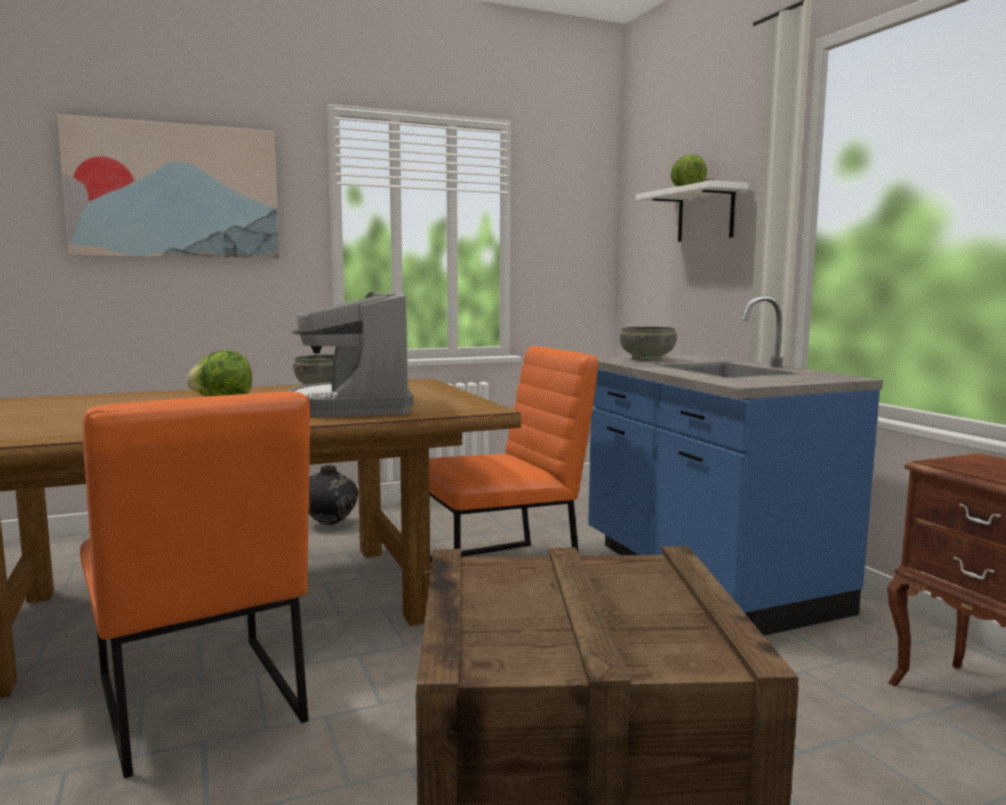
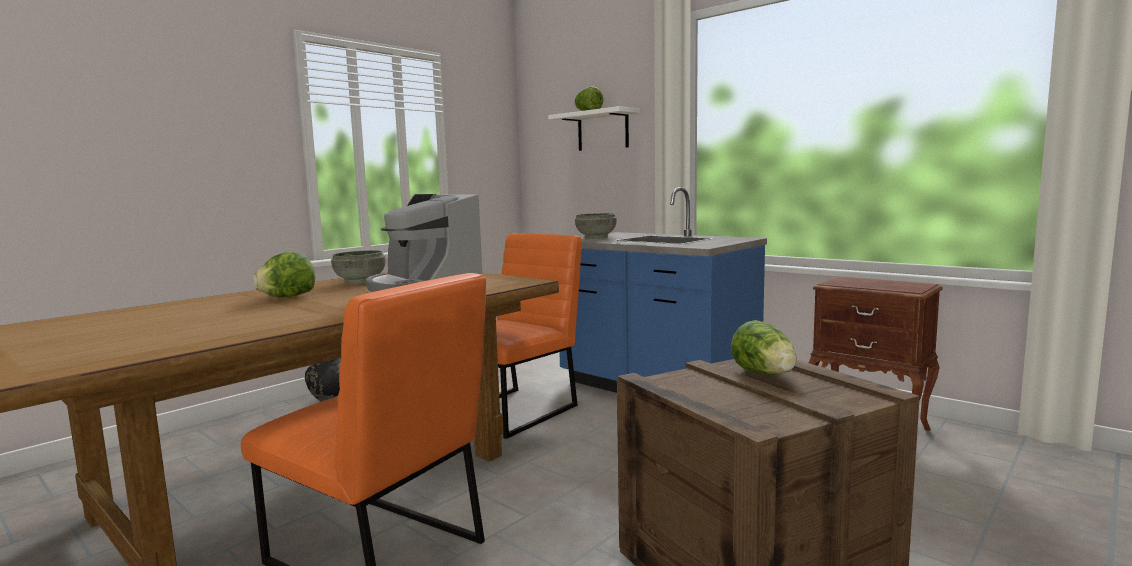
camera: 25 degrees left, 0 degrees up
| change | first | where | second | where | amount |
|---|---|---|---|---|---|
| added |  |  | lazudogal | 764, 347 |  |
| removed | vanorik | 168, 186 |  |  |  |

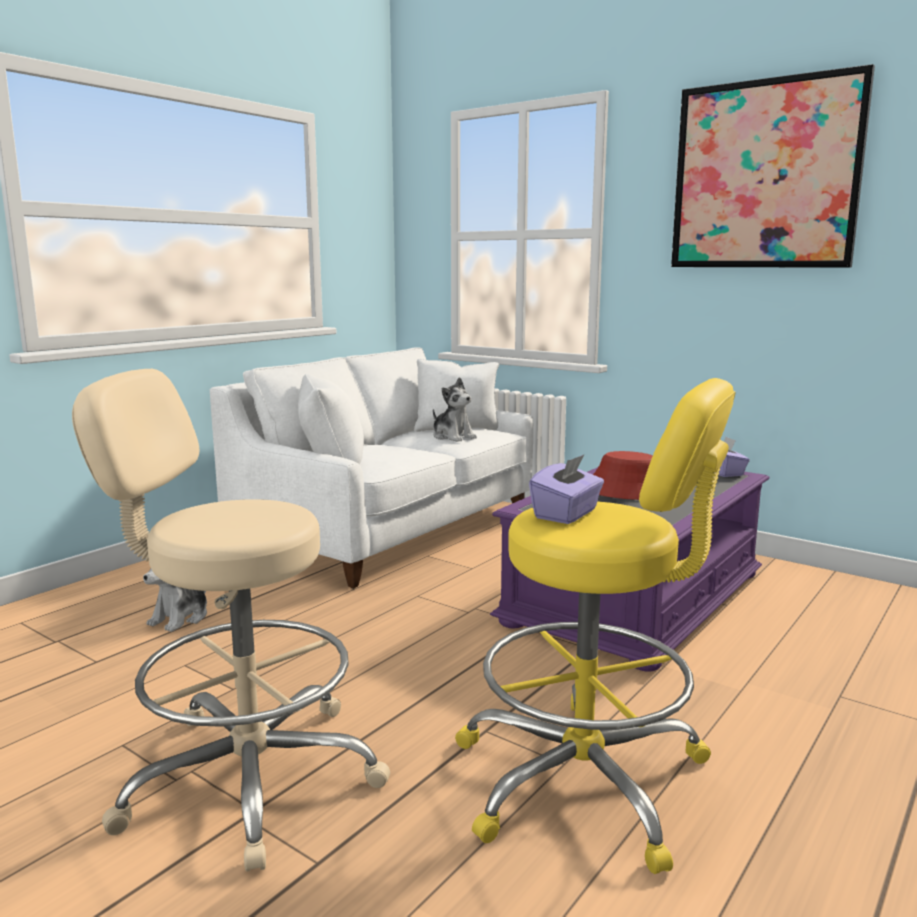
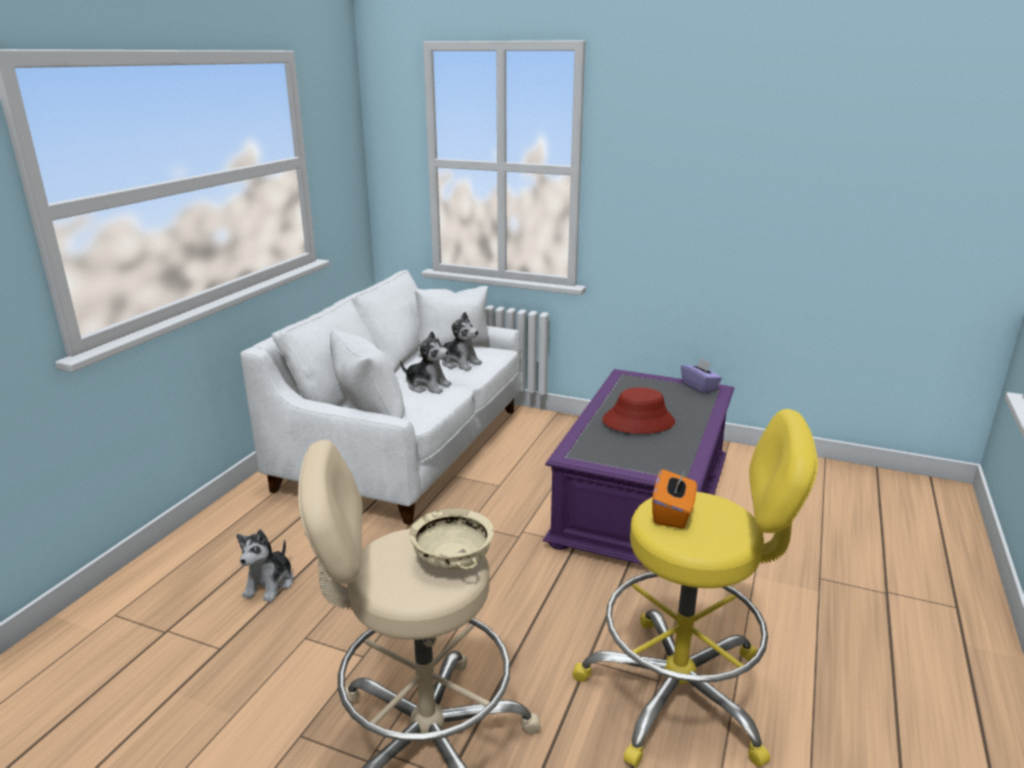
camera: 15 degrees left, 10 degrees up
| change | first | where | second | where | amount |
|---|---|---|---|---|---|
| added |  |  | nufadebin | 425, 362 |  |
| added |  |  | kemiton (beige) | 451, 539 |  |
| recoloured | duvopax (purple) | 566, 489 | duvopax (orange) | 674, 499 |  |
| removed | vanorik | 773, 166 |  |  |  |

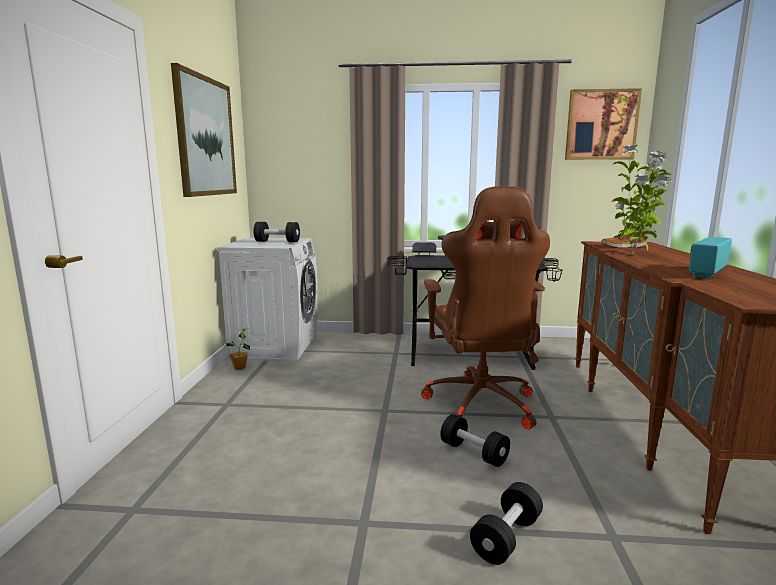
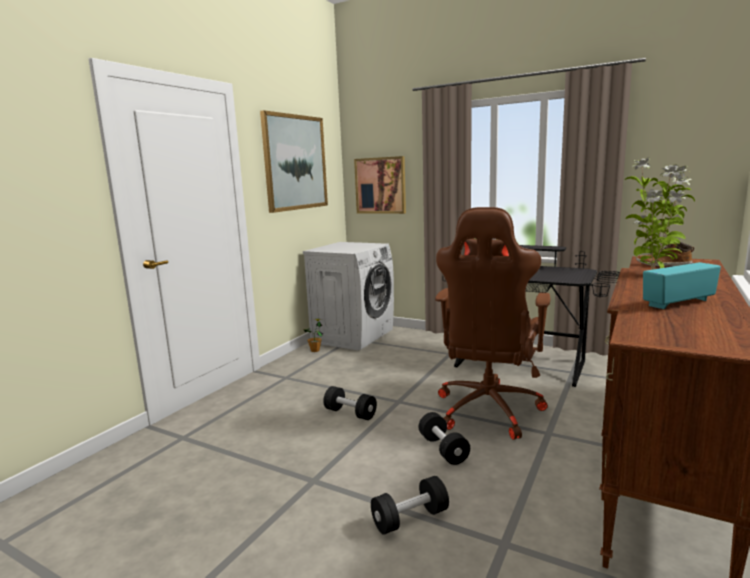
camera: 25 degrees right, 0 degrees up
| change | first | where | second | where | amount |
|---|---|---|---|---|---|
| moved | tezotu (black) | 277, 232 |  | 350, 403 |  |
| moved | vanorik | 603, 124 |  | 380, 185 |  |

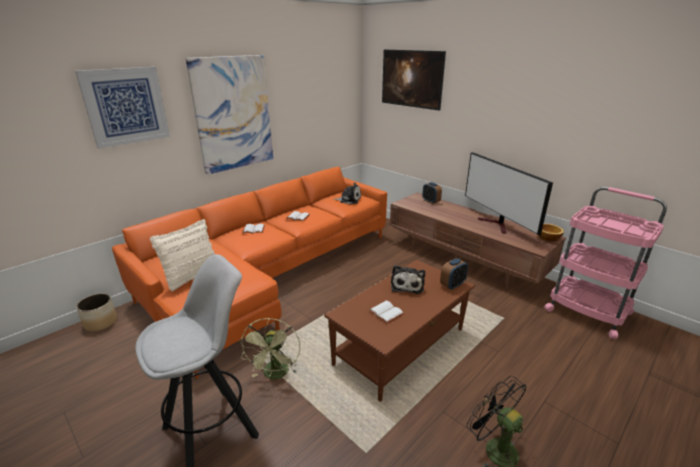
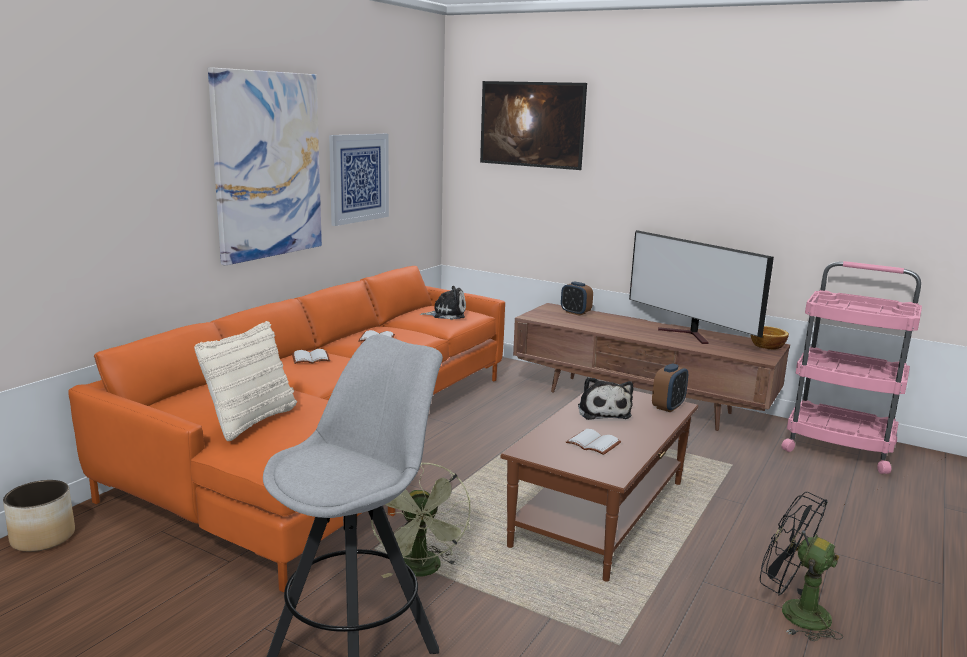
camera: 15 degrees left, 10 degrees down
| change | first | where | second | where | amount |
|---|---|---|---|---|---|
| moved | vanorik | 122, 108 |  | 359, 180 |  |

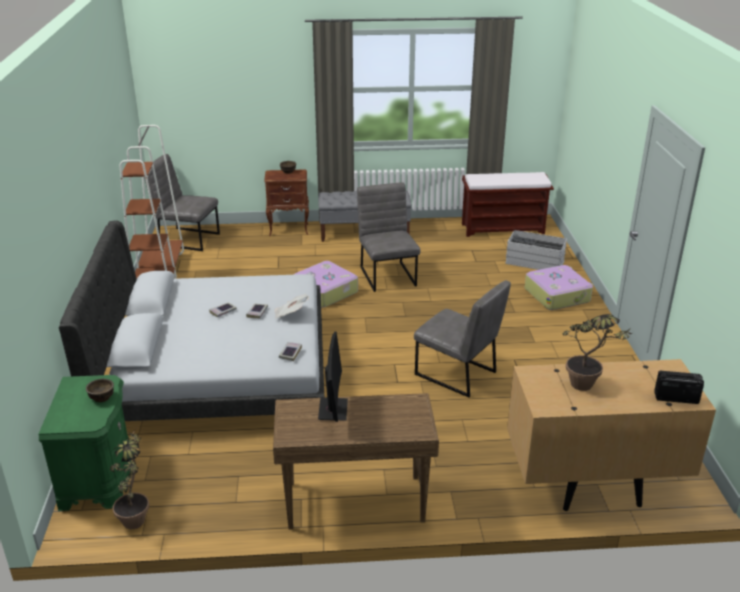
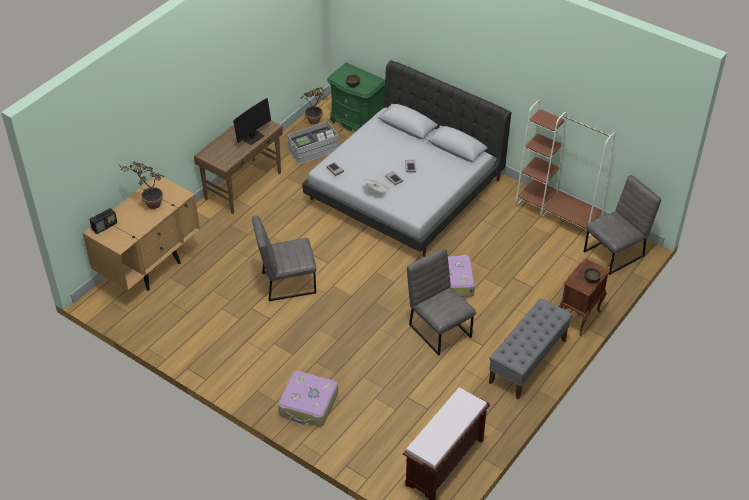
camera: 130 degrees right, 15 degrees up
| change | first | where | second | where | amount |
|---|---|---|---|---|---|
| turned | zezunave | 333, 376 |  | 252, 121 | 90 degrees counterclockwise |
| moved | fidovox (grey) | 536, 250 |  | 313, 143 |  |
| turned | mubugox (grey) | 388, 237 |  | 441, 301 | 150 degrees counterclockwise |

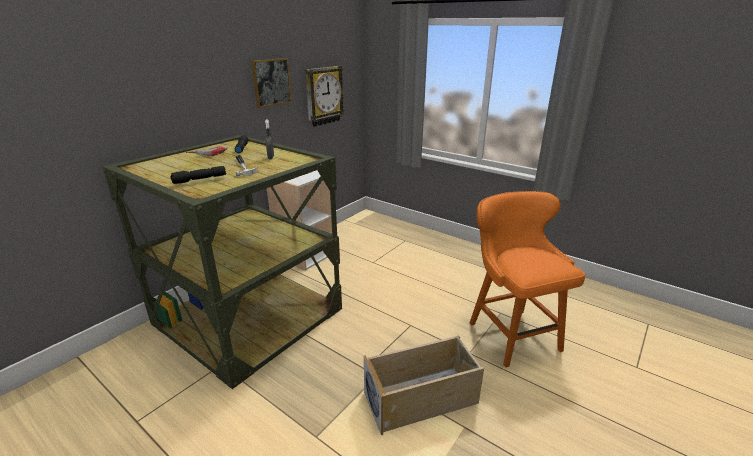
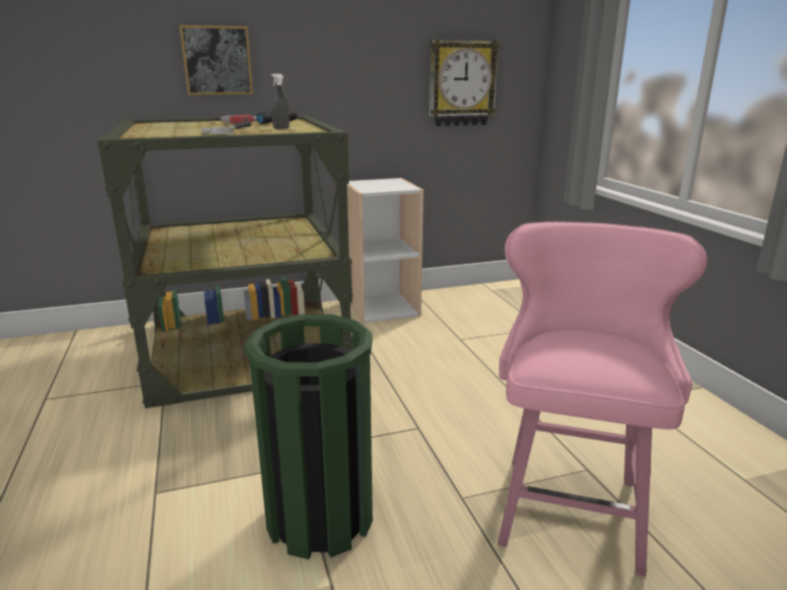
camera: 35 degrees right, 5 degrees down
| change | first | where | second | where | amount |
|---|---|---|---|---|---|
| moved | vanorik | 271, 83 |  | 216, 60 |  |
| replaced | fidovox (beige) | 424, 385 | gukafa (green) | 308, 436 |  |
| recoloured | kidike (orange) | 527, 279 | kidike (pink) | 602, 398 |  |
| removed | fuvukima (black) | 198, 175 |  |  |  |

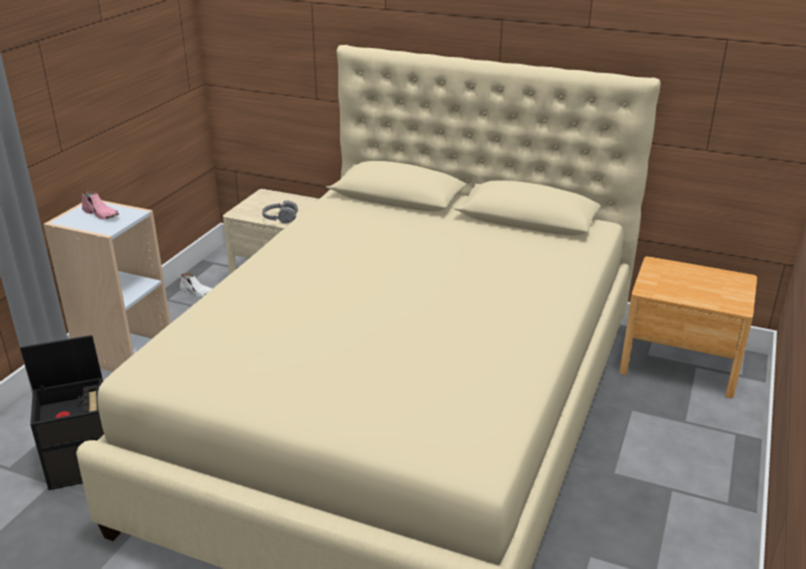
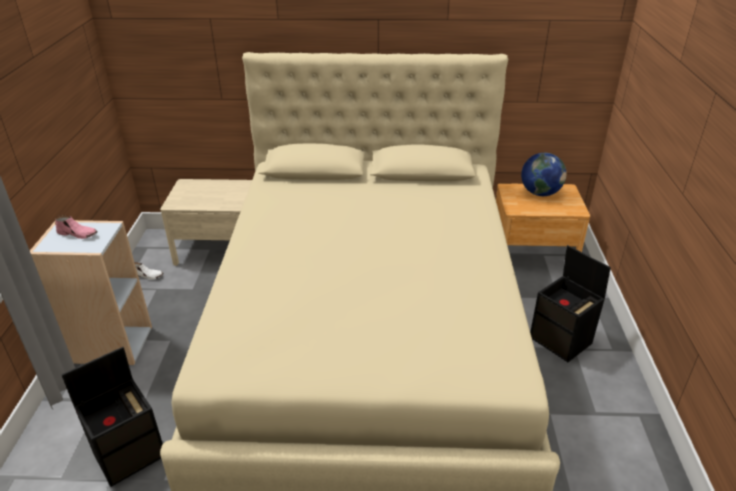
camera: 20 degrees left, 5 degrees up
| change | first | where | second | where | amount |
|---|---|---|---|---|---|
| added |  |  | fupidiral | 544, 174 |  |
| added |  |  | fidovox (black) | 570, 303 |  |
| removed | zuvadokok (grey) | 280, 211 |  |  |  |

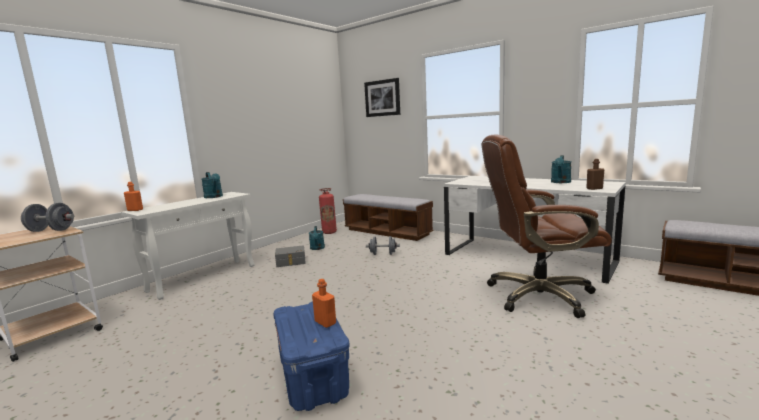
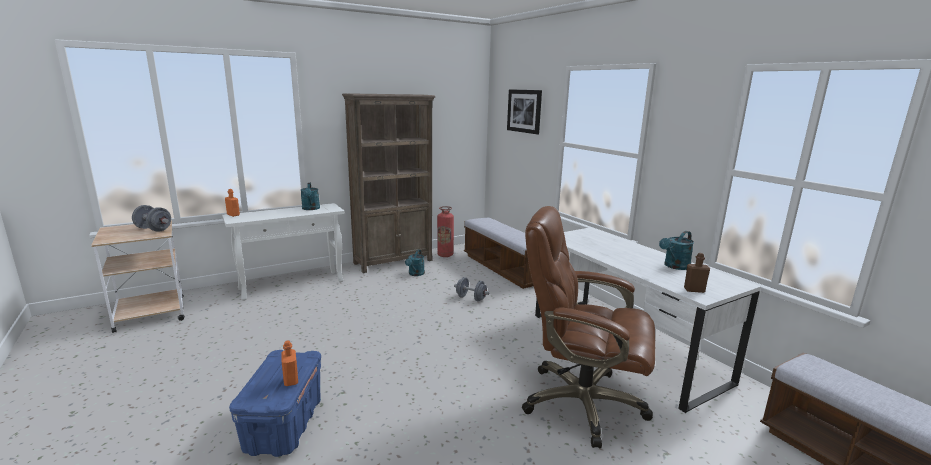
camera: 20 degrees right, 5 degrees up
| change | first | where | second | where | amount |
|---|---|---|---|---|---|
| added |  |  | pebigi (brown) | 388, 183 |  |
| removed | fidovox (grey) | 290, 256 |  |  |  |

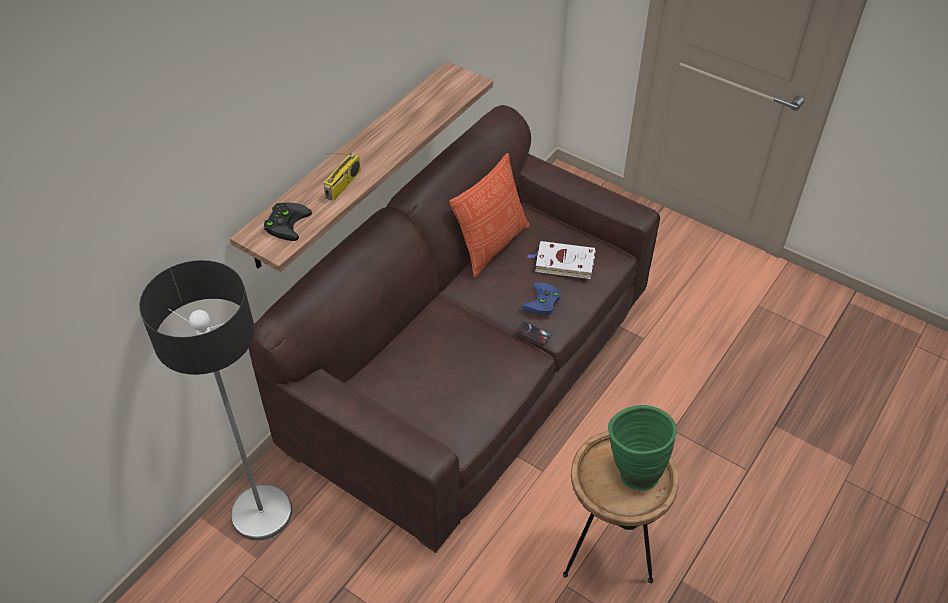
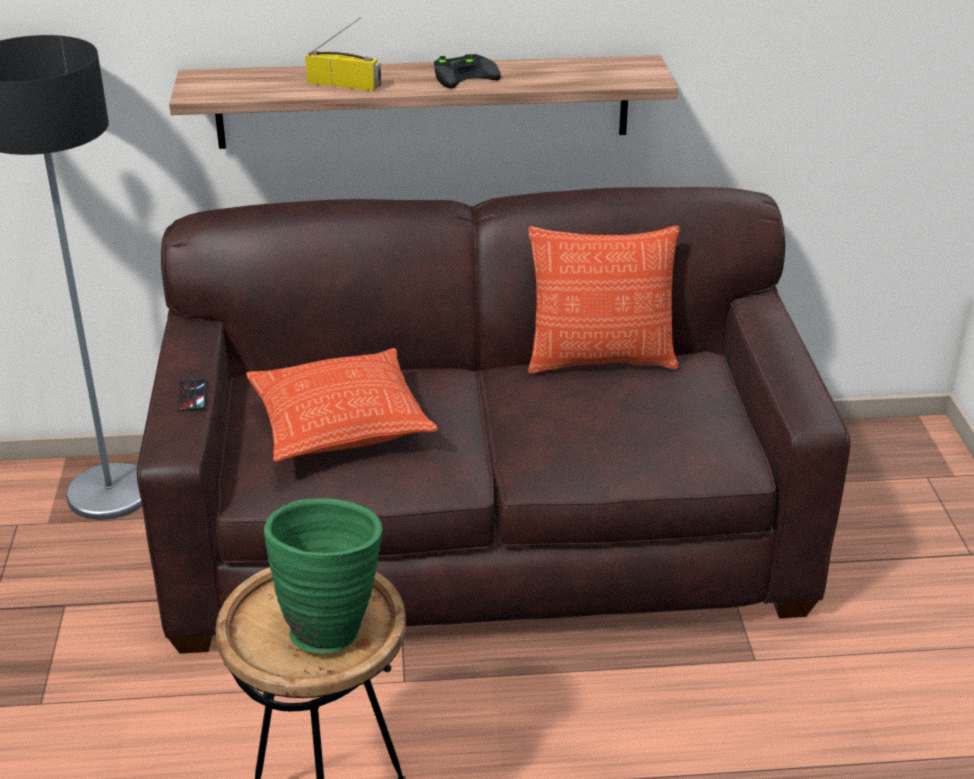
camera: 50 degrees right, 15 degrees down
| change | first | where | second | where | amount |
|---|---|---|---|---|---|
| moved | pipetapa | 533, 333 |  | 192, 394 |  |
| added |  |  | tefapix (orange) | 342, 405 |  |
| turned | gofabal | 342, 176 |  | 343, 54 | 150 degrees counterclockwise |
| moved | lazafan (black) | 288, 222 |  | 467, 71 |  |
| removed | lazafan (blue) | 541, 298 |  |  |  |
| removed | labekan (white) | 561, 260 |  |  |  |

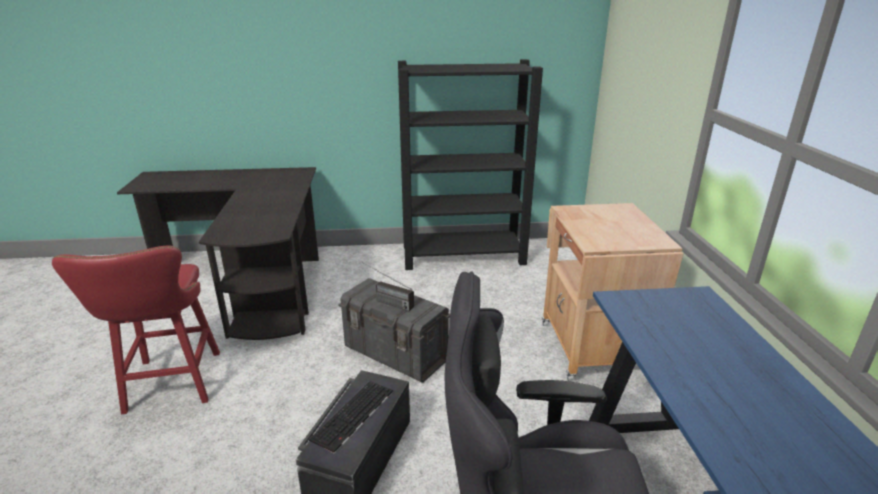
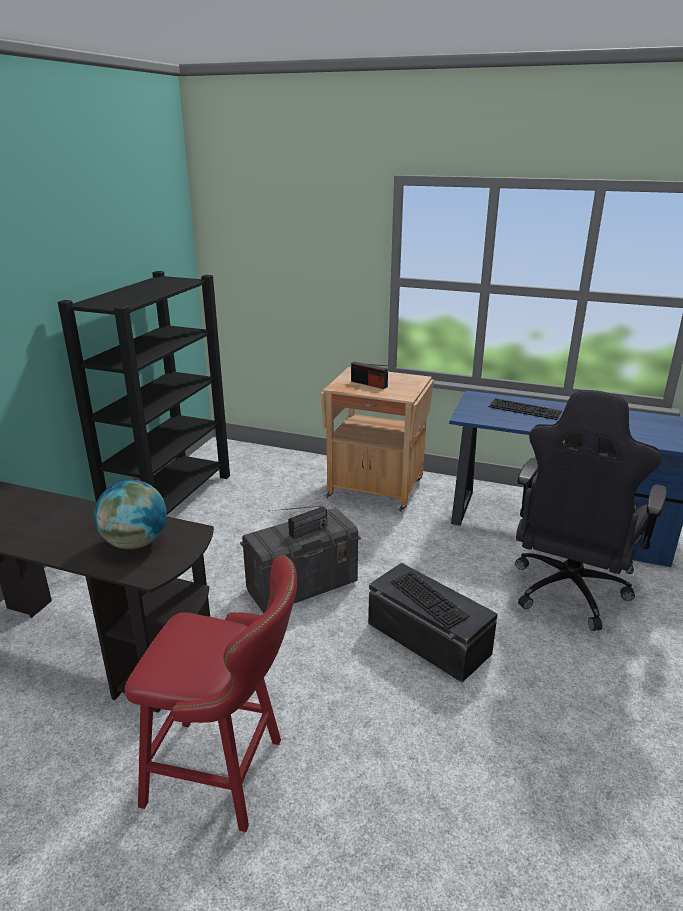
camera: 65 degrees left, 0 degrees up
| change | first | where | second | where | amount |
|---|---|---|---|---|---|
| added |  |  | fupidiral | 130, 515 |  |
| added |  |  | gofabal | 369, 375 |  |
| added |  |  | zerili | 525, 409 |  |

